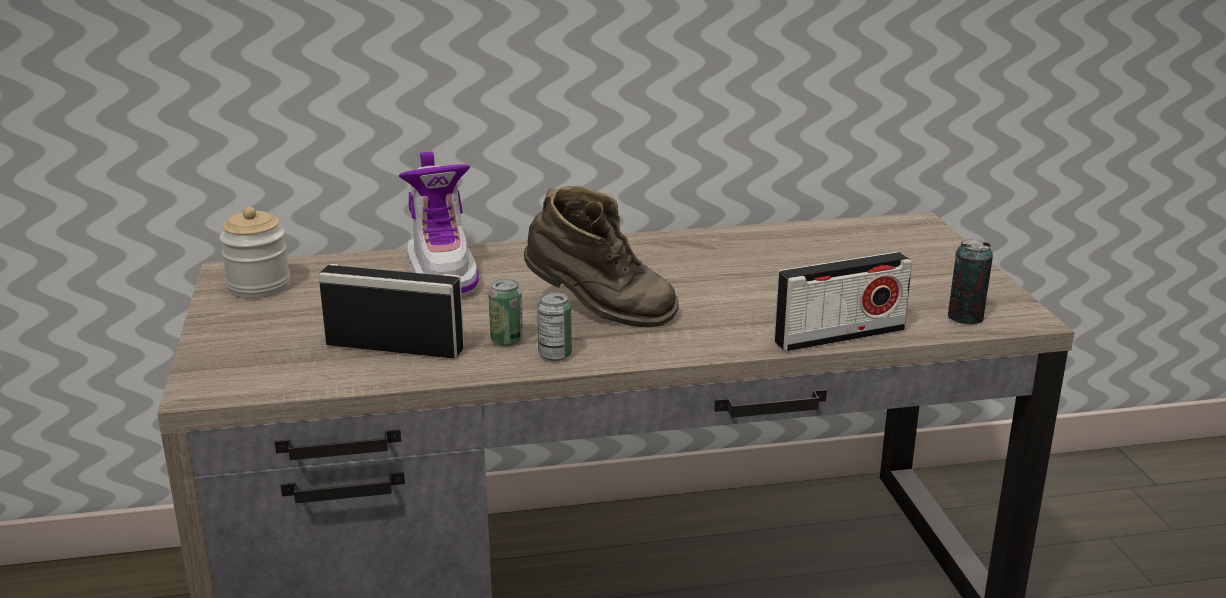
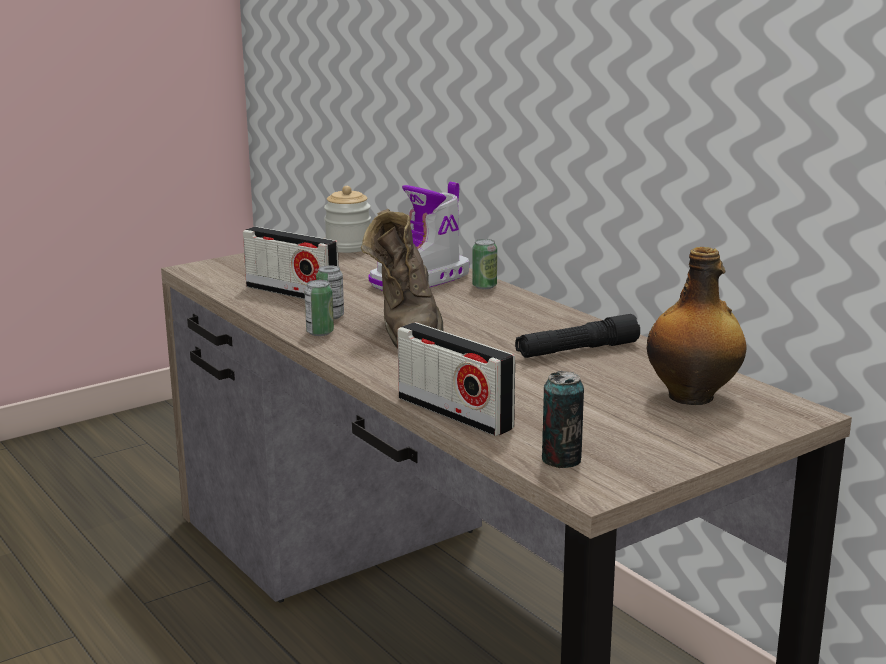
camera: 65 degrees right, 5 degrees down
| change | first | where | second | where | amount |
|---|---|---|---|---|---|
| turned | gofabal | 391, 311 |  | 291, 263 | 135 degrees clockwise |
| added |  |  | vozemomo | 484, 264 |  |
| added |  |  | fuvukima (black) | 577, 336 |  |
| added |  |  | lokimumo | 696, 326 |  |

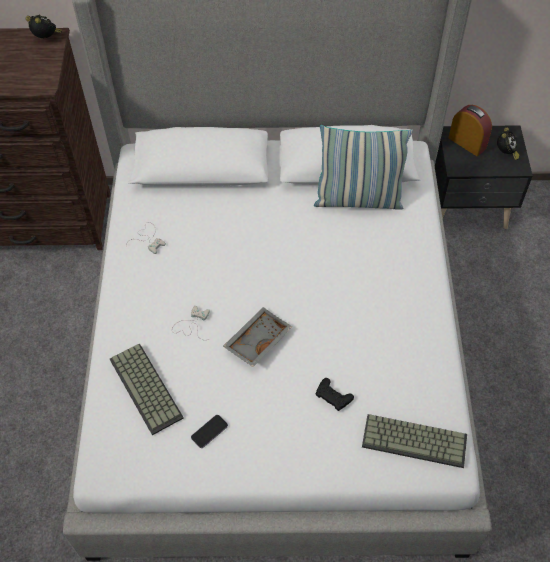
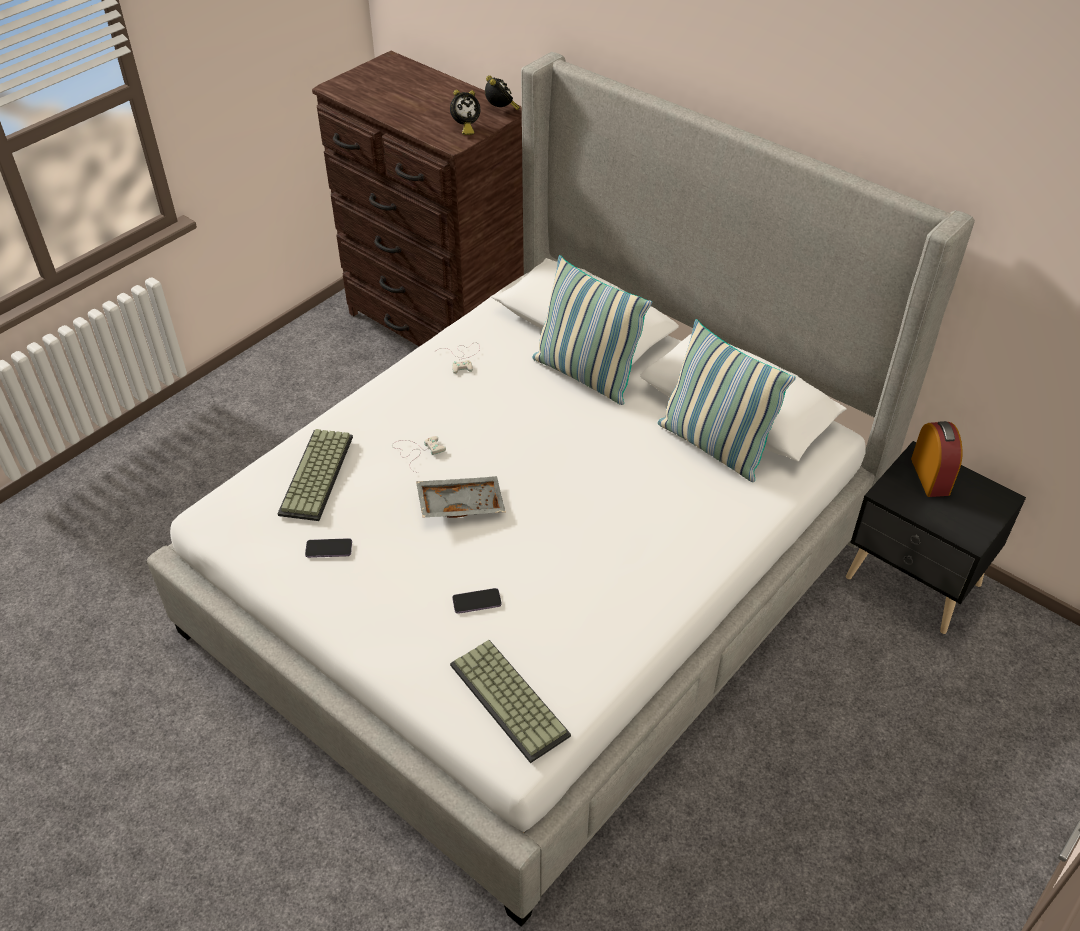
camera: 40 degrees right, 10 degrees down
| change | first | where | second | where | amount |
|---|---|---|---|---|---|
| moved | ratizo | 508, 143 |  | 465, 112 |  |
| replaced | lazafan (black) | 335, 394 | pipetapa | 477, 601 |  |
| added |  |  | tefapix | 592, 330 |  |

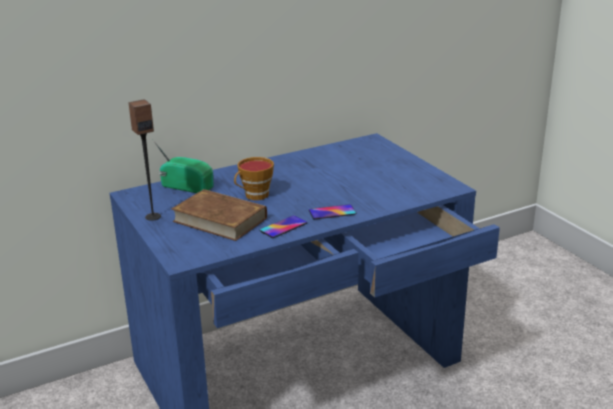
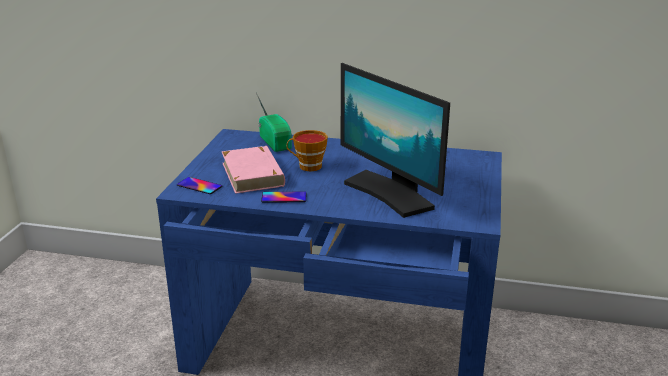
camera: 40 degrees right, 0 degrees up
| change | first | where | second | where | amount |
|---|---|---|---|---|---|
| moved | pipetapa | 332, 211 |  | 199, 185 |  |
| recoloured | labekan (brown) | 219, 215 | labekan (pink) | 253, 170 |  |
| added |  |  | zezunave | 395, 140 |  |
| removed | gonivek | 144, 160 |  |  |  |

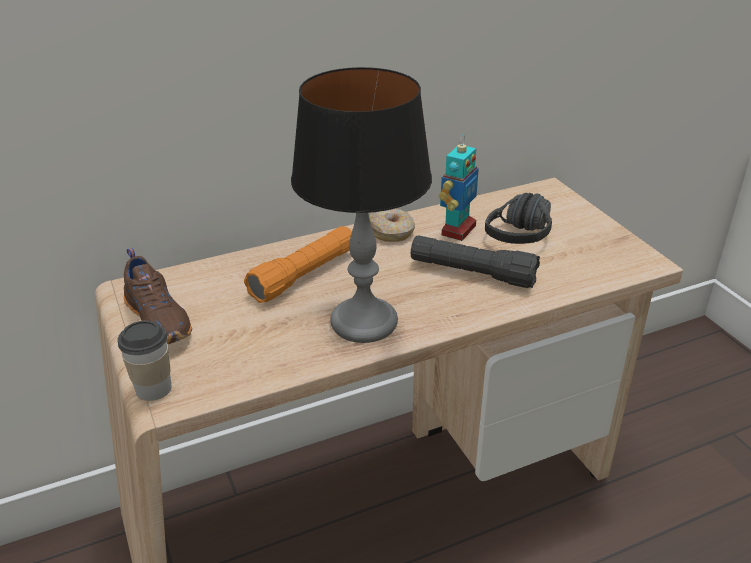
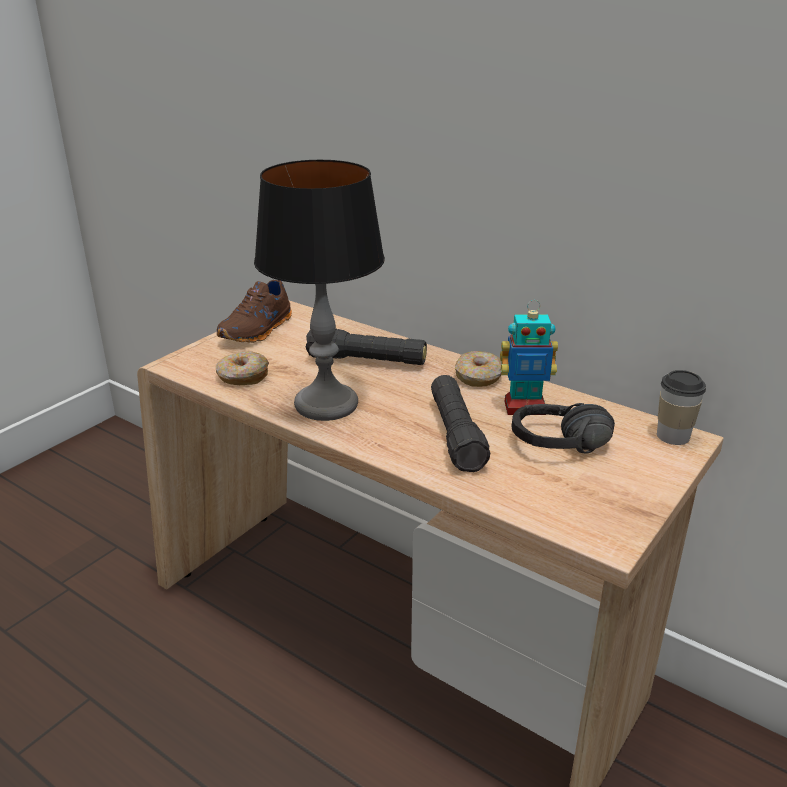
camera: 60 degrees right, 5 degrees down
| change | first | where | second | where | amount |
|---|---|---|---|---|---|
| added |  |  | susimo | 242, 368 |  |
| recoloured | fuvukima (orange) | 298, 264 | fuvukima (black) | 366, 347 |  |
| moved | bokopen | 144, 361 |  | 681, 407 |  |

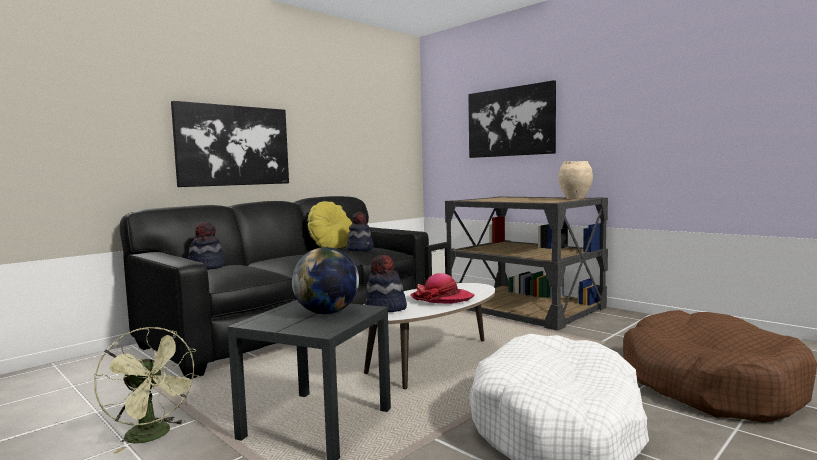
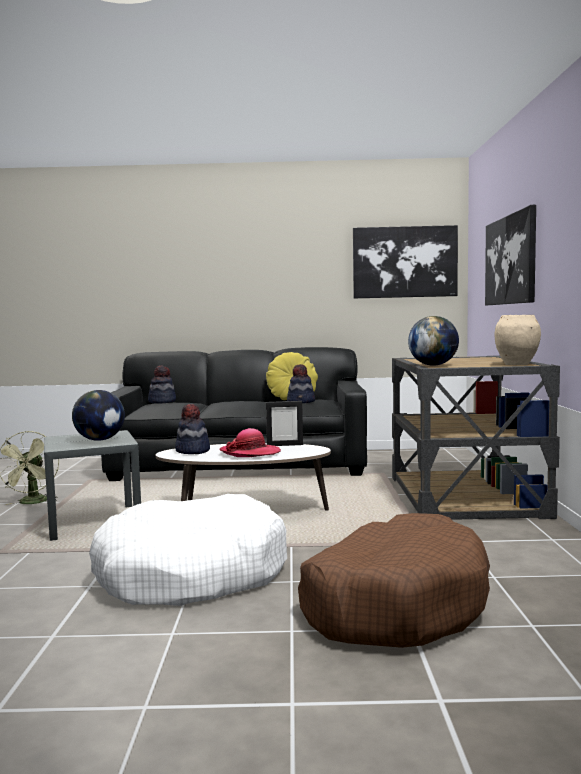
camera: 45 degrees right, 0 degrees up
| change | first | where | second | where | amount |
|---|---|---|---|---|---|
| moved | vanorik | 230, 144 |  | 405, 261 |  |
| added |  |  | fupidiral | 433, 341 |  |

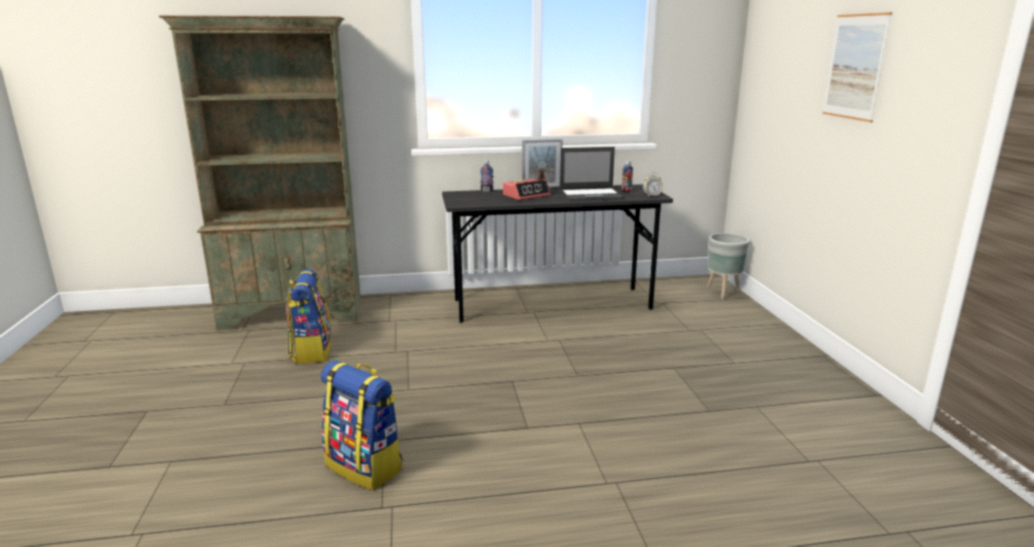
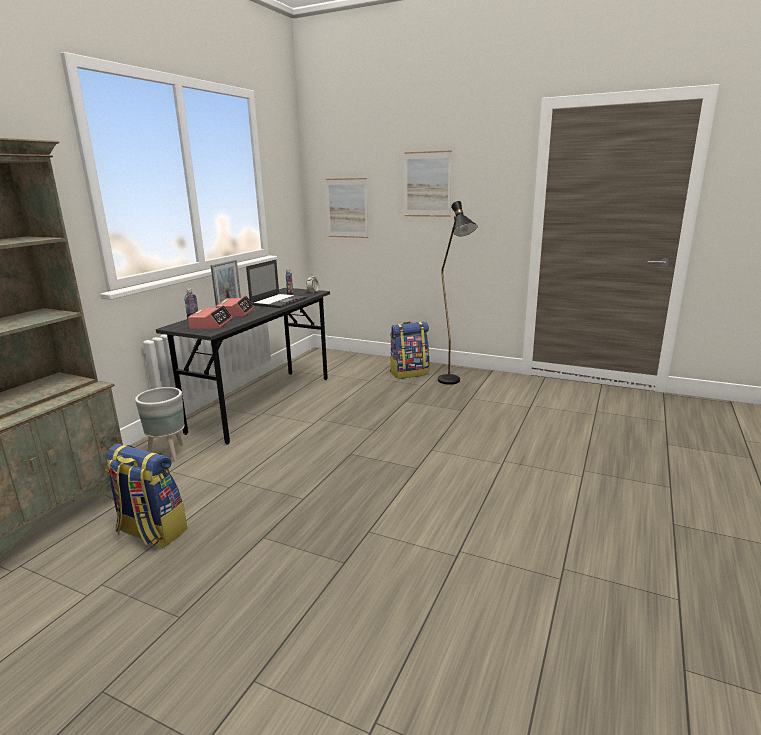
camera: 55 degrees left, 0 degrees up
| change | first | where | second | where | amount |
|---|---|---|---|---|---|
| moved | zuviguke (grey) | 728, 266 |  | 160, 424 |  |
| added |  |  | ratizo | 210, 317 |  |
| added |  |  | vanorik | 347, 208 |  |
| moved | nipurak | 362, 425 |  | 409, 350 |  |
| added |  |  | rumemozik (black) | 458, 293 |  |

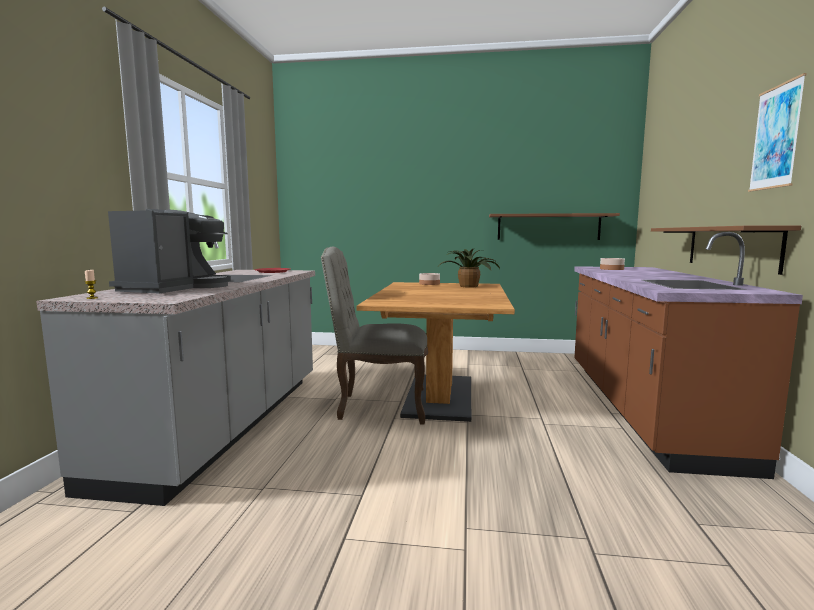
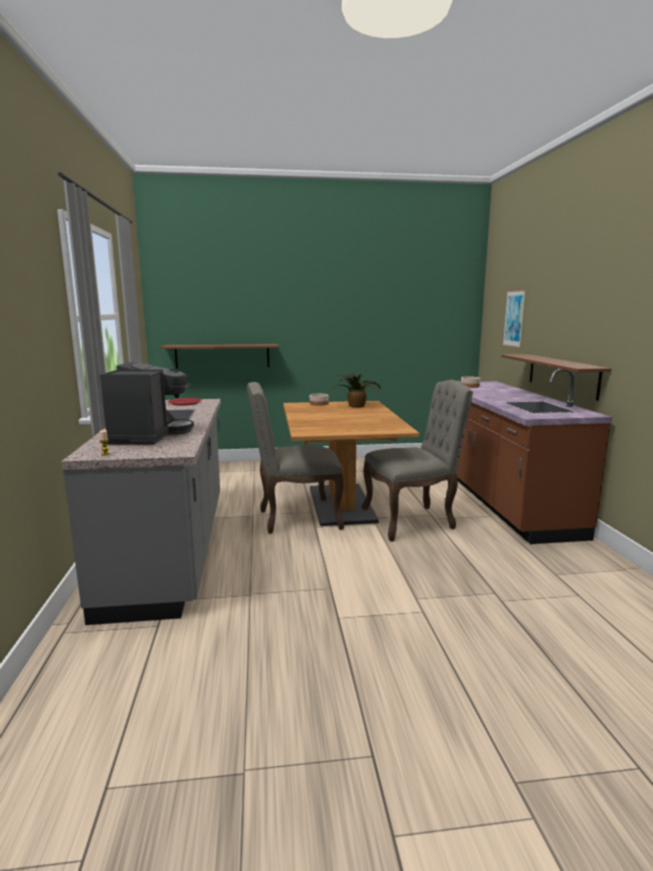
camera: 15 degrees left, 5 degrees up
| change | first | where | second | where | amount |
|---|---|---|---|---|---|
| moved | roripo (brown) | 554, 226 |  | 219, 356 |  |
| added |  |  | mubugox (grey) | 417, 461 |  |
| moved | vanorik | 777, 132 |  | 514, 319 |  |

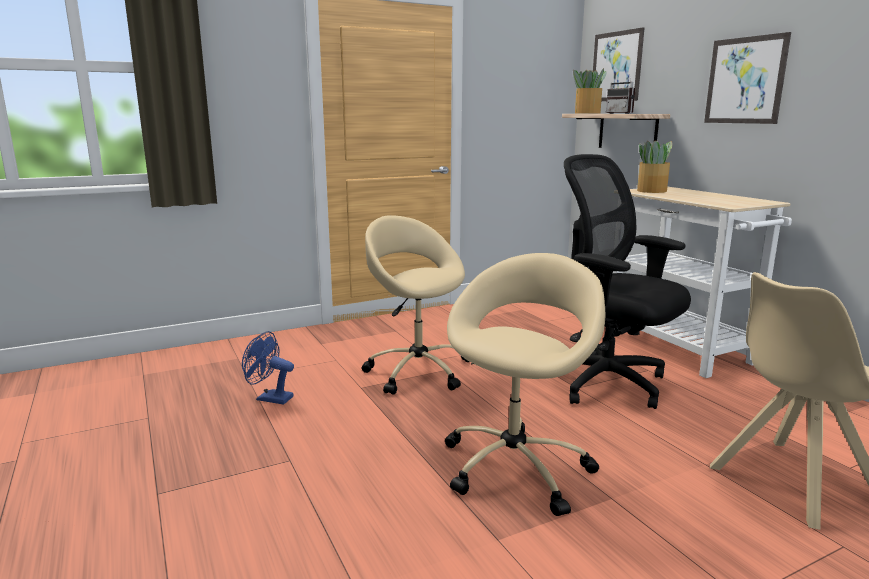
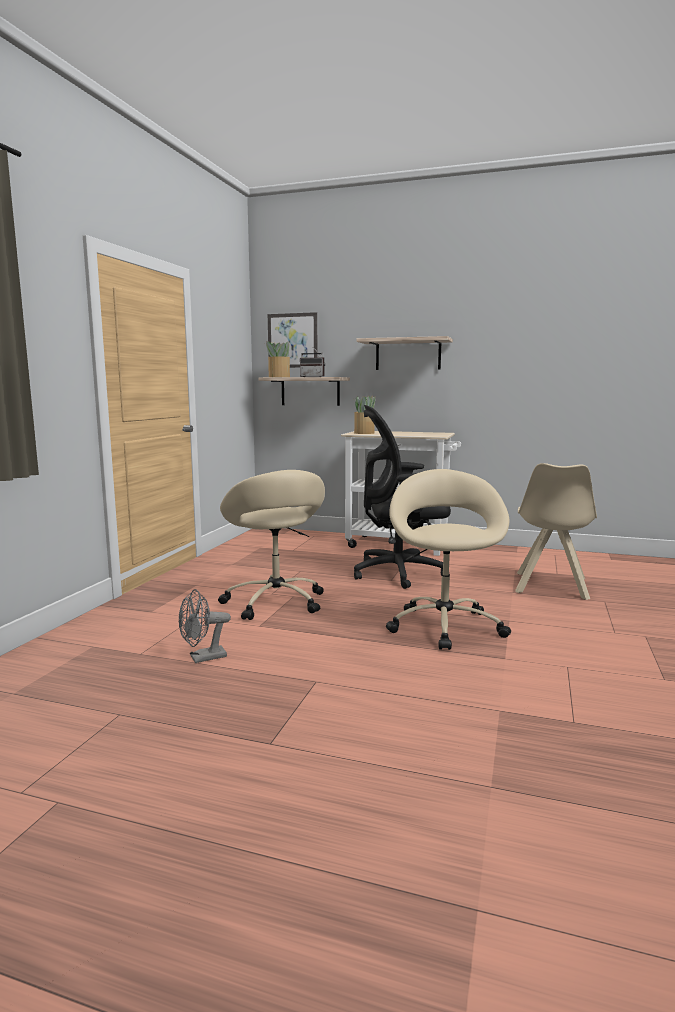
camera: 45 degrees left, 5 degrees down
| change | first | where | second | where | amount |
|---|---|---|---|---|---|
| recoloured | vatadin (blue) | 268, 367 | vatadin (grey) | 205, 626 |  |
| turned | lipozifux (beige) | 415, 305 |  | 271, 545 | 105 degrees counterclockwise |
| replaced | vanorik | 747, 78 | roripo | 405, 353 |  |

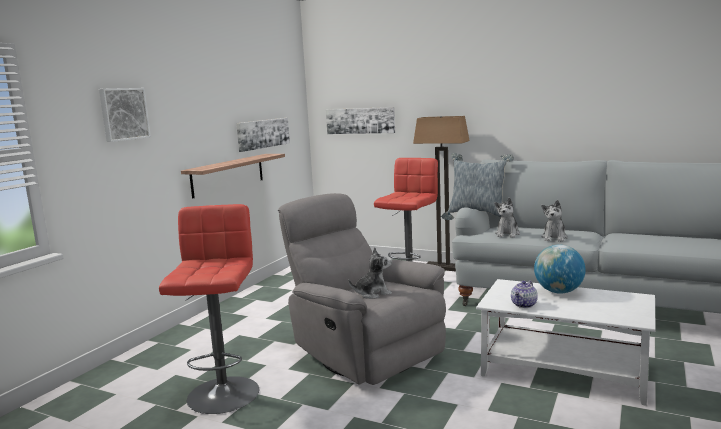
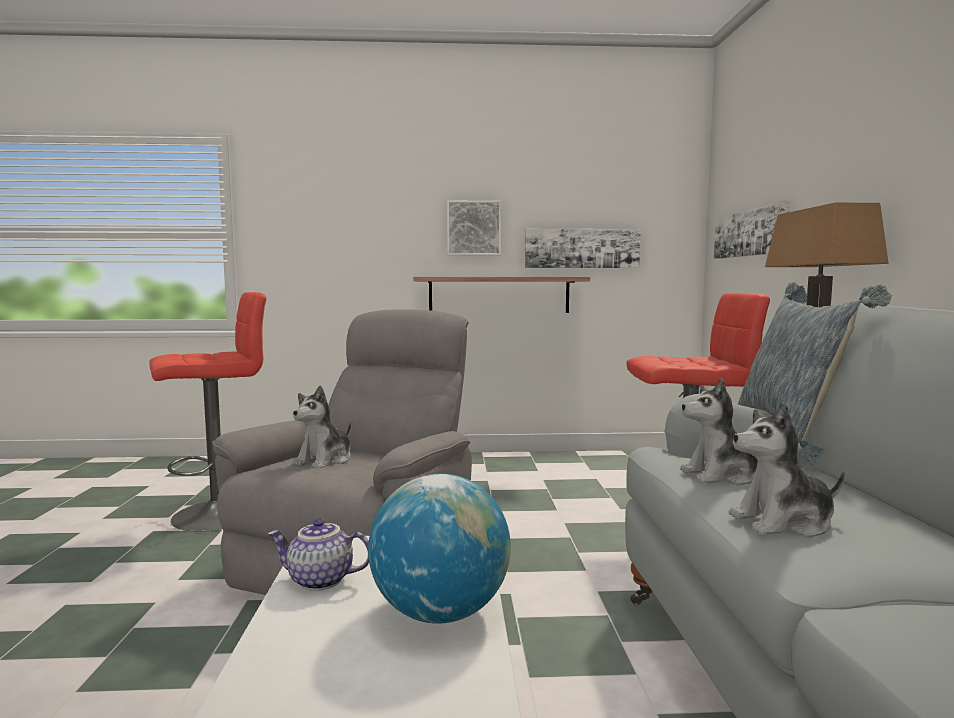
camera: 60 degrees right, 5 degrees down
| change | first | where | second | where | amount |
|---|---|---|---|---|---|
| turned | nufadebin | 370, 273 |  | 322, 426 | 75 degrees clockwise |
| moved | vanorik | 125, 115 |  | 474, 227 |  |

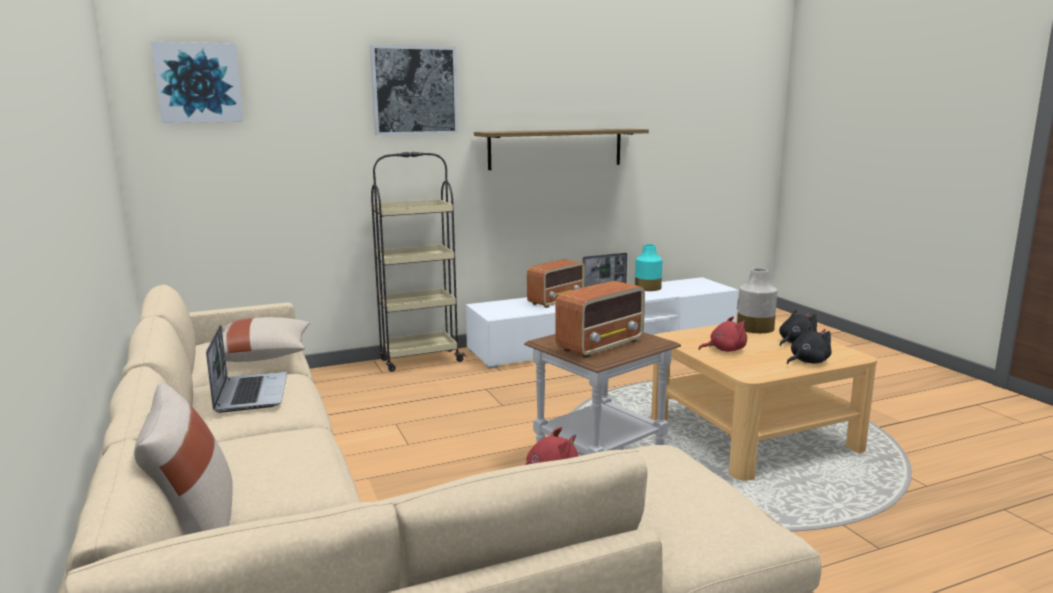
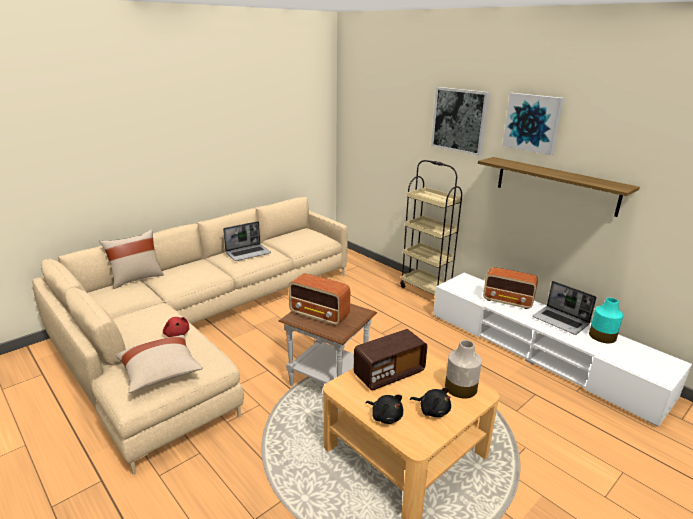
camera: 70 degrees right, 10 degrees up
| change | first | where | second | where | amount |
|---|---|---|---|---|---|
| moved | tefapix (beige) | 266, 339 |  | 158, 364 |  |
| replaced | nufadebin (red) | 722, 334 | gofabal | 390, 359 |  |
| moved | vanorik | 197, 82 |  | 533, 124 |  |

